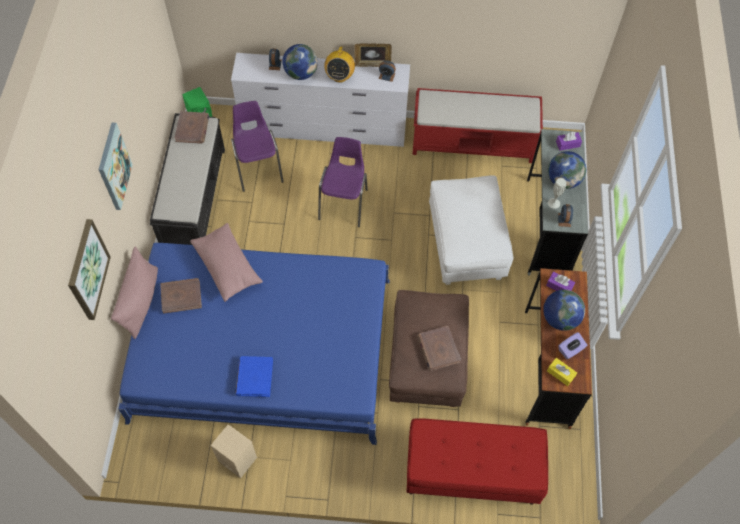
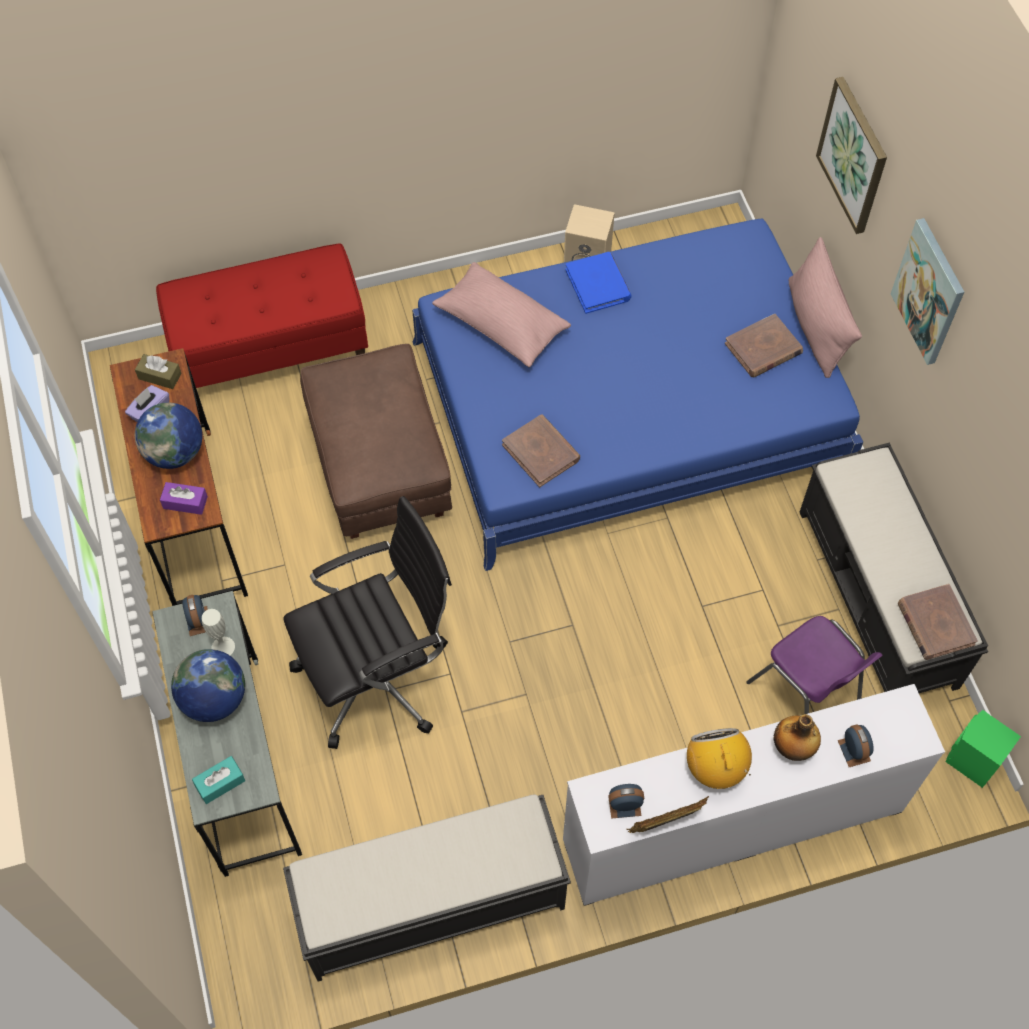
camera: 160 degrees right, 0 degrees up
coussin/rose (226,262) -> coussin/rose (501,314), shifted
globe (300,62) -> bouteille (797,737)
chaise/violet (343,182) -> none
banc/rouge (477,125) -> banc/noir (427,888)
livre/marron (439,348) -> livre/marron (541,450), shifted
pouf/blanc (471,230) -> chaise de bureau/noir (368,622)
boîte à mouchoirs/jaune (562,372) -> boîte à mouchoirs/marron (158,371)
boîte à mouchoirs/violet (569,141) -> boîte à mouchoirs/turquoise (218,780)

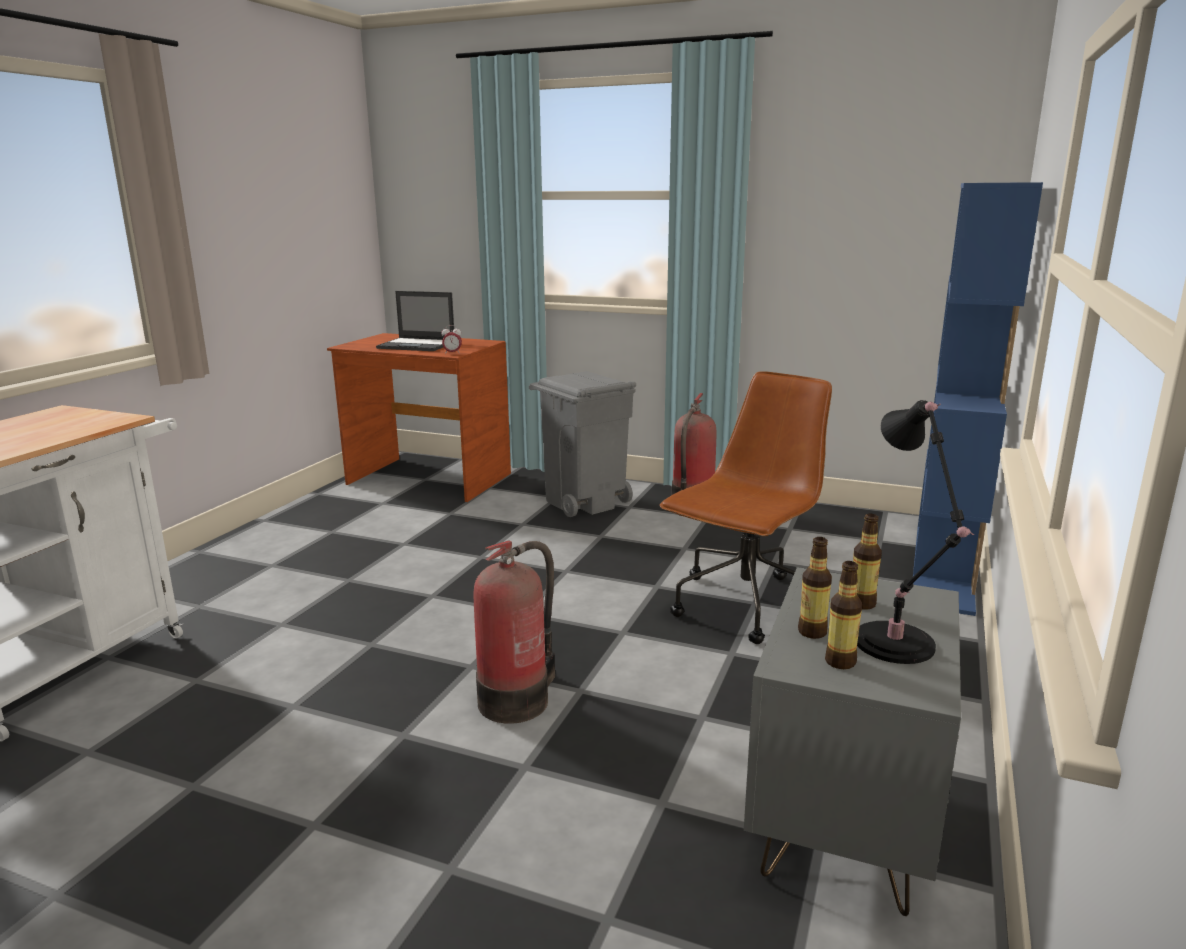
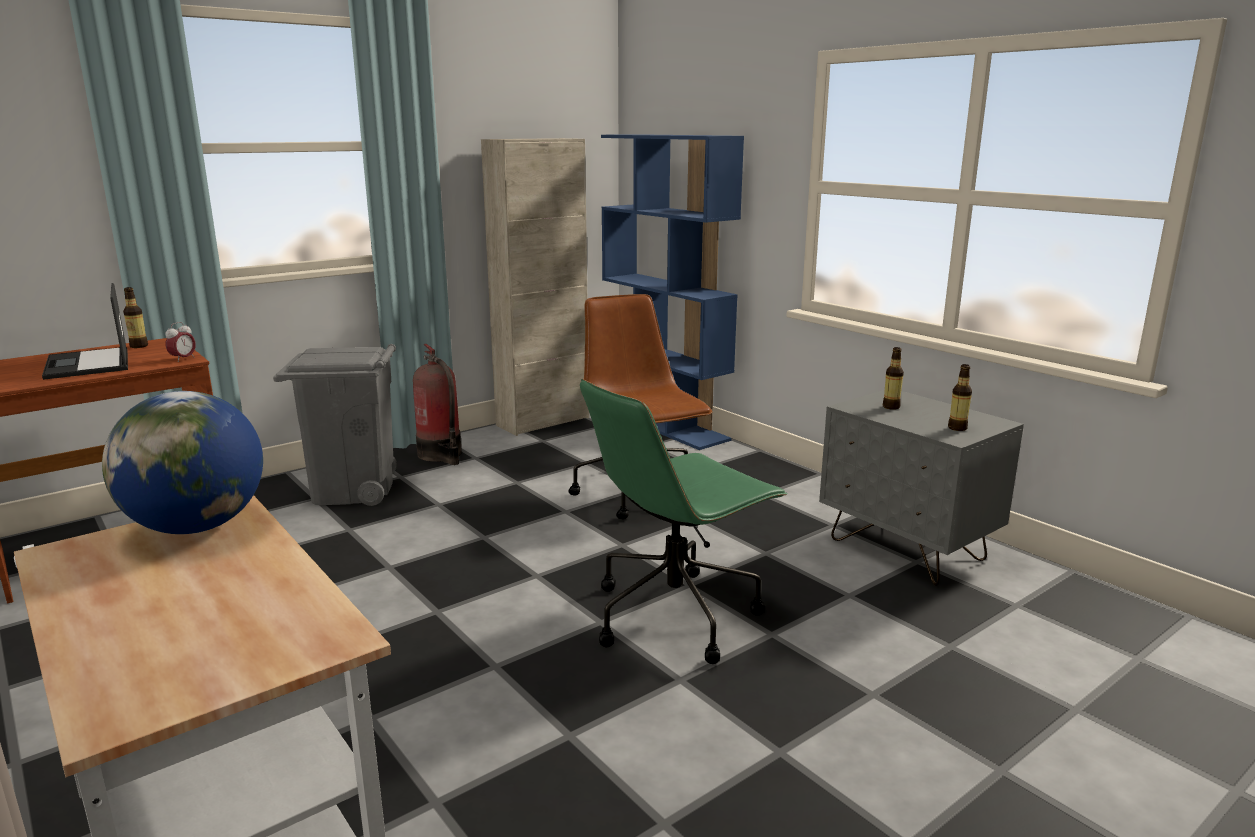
camera: 60 degrees left, 0 degrees up
ordinateur portable (415,321) -> ordinateur portable (85,331), 105 degrees clockwise
extincteur (514,632) -> chaise de bureau/vert (684,521)
bouteille (815,588) -> bouteille (135,317), shifted
lampe de table/noir (915,532) -> none
none -> globe (182,462)
none -> meuble de rangement/beige (535,287)

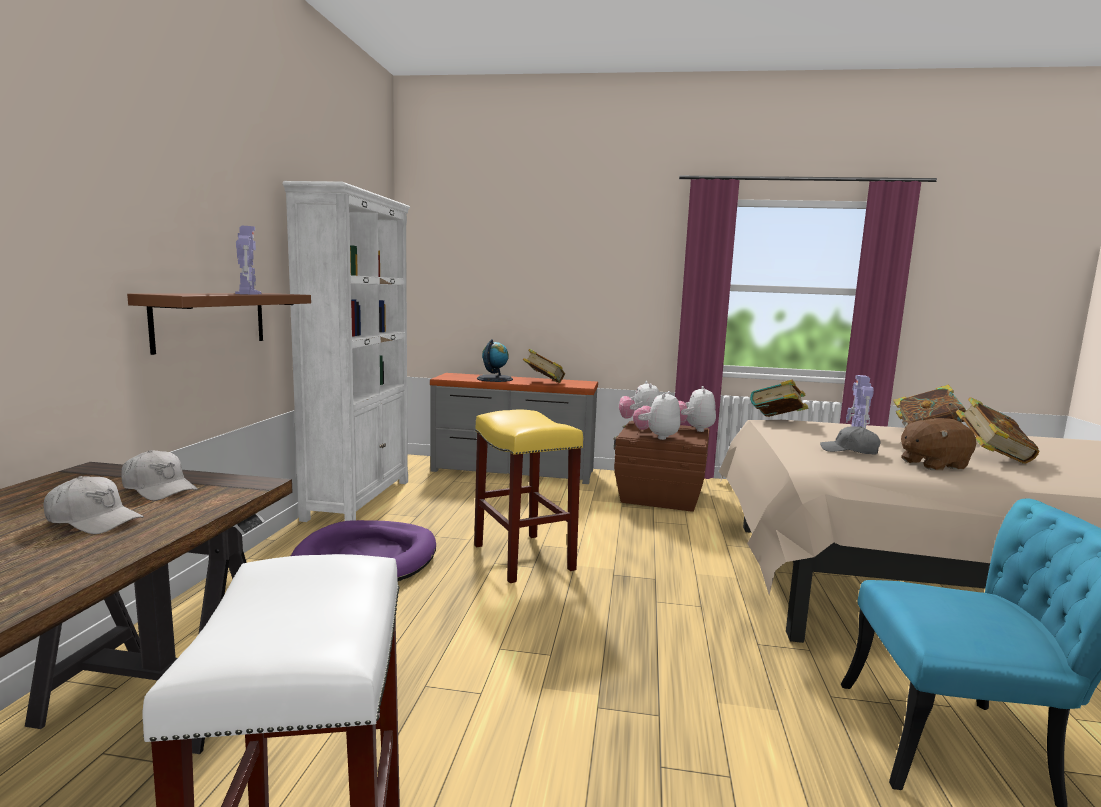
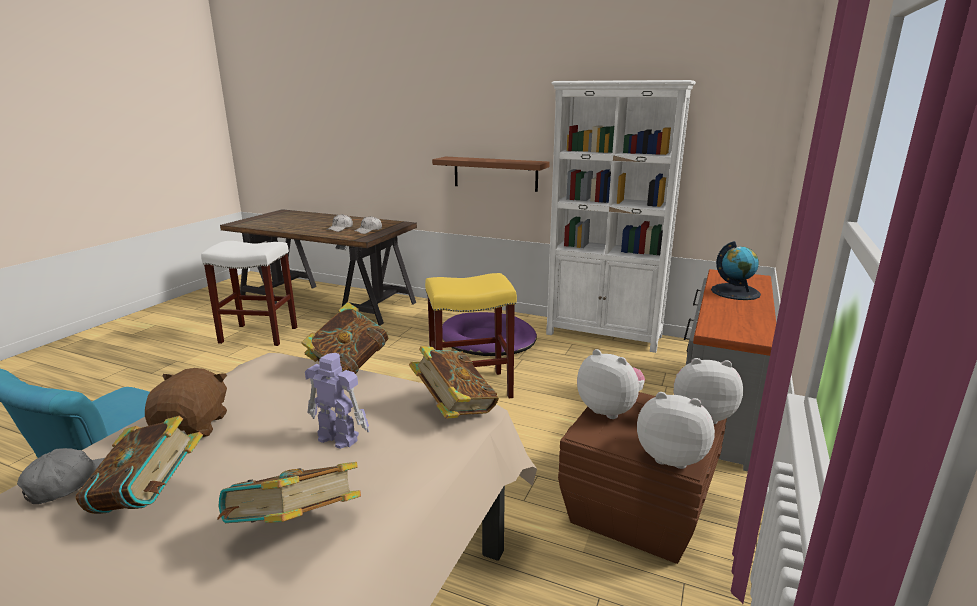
camera: 105 degrees right, 10 degrees up
robot jouet (248,260) -> none
livre (544,366) -> livre (344,338), shifted
casquette/gris (850,440) -> casquette/gris (61,476), shifted

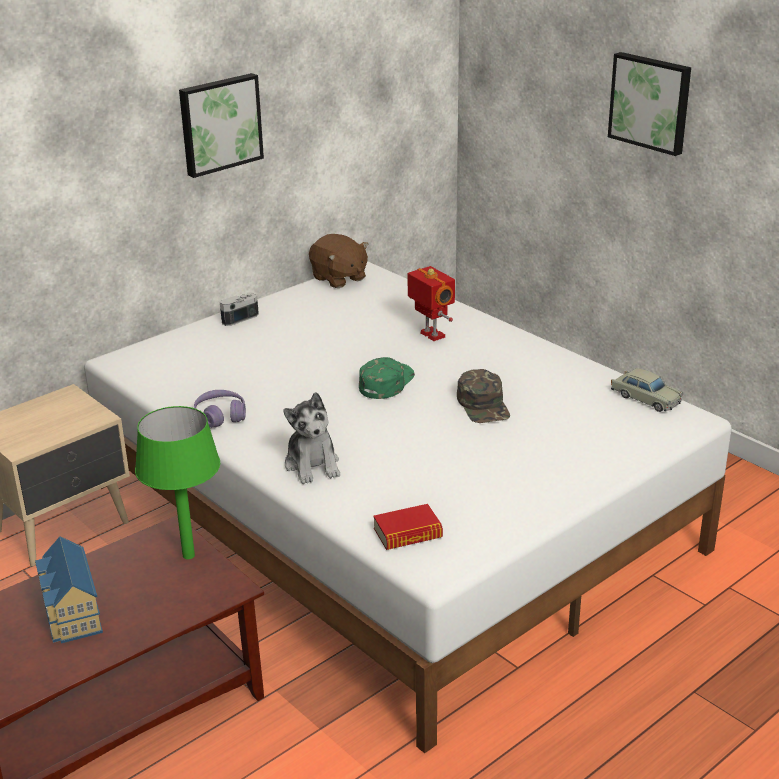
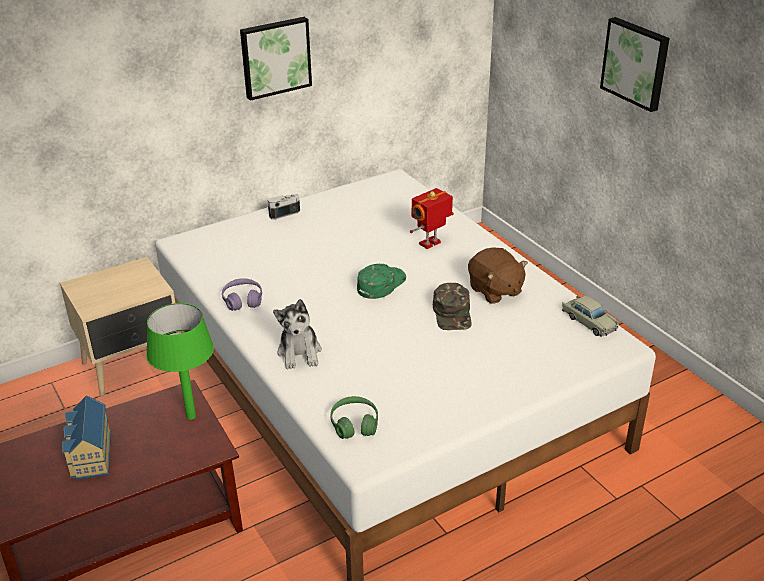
camera: 10 degrees right, 5 degrees up
peluche/marron (339,261) -> peluche/marron (498,276), shifted
livre (408,527) -> casque audio/vert (354,417)
robot jouet (431,303) -> robot jouet (432,218), 105 degrees counterclockwise

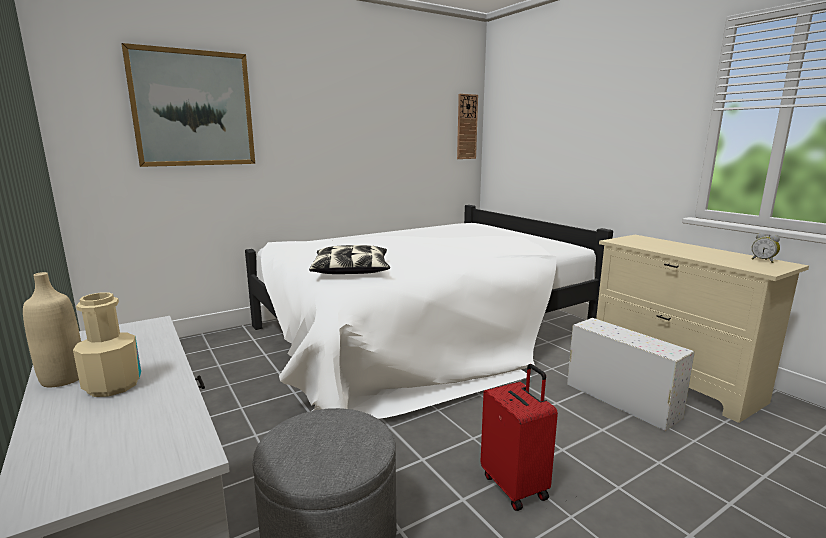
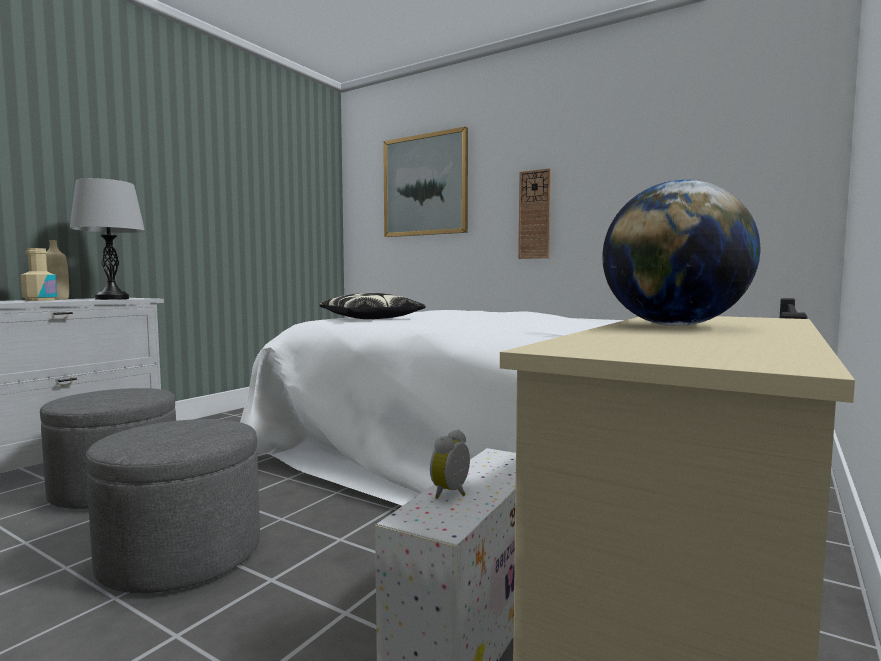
camera: 65 degrees right, 10 degrees down
horloge murale (467,126) -> horloge murale (534,213), shifted
valise/rouge (519,437) -> pouf/gris (173,506)
réveil (766,248) -> réveil (450,464), shifted
none -> lampe de table/gris (107,239)
none -> globe (681,253)

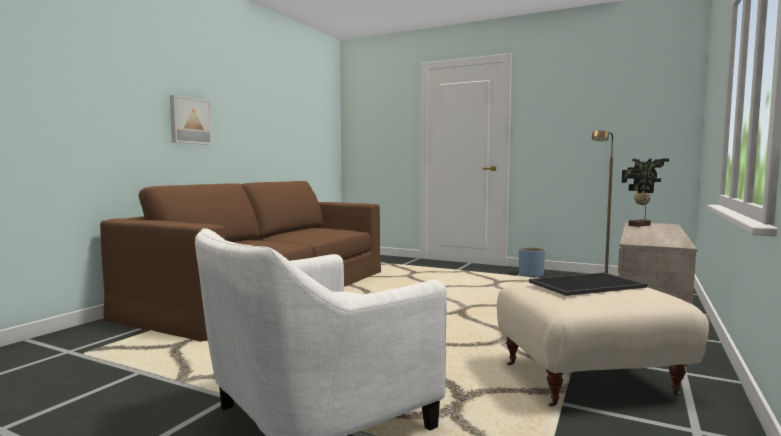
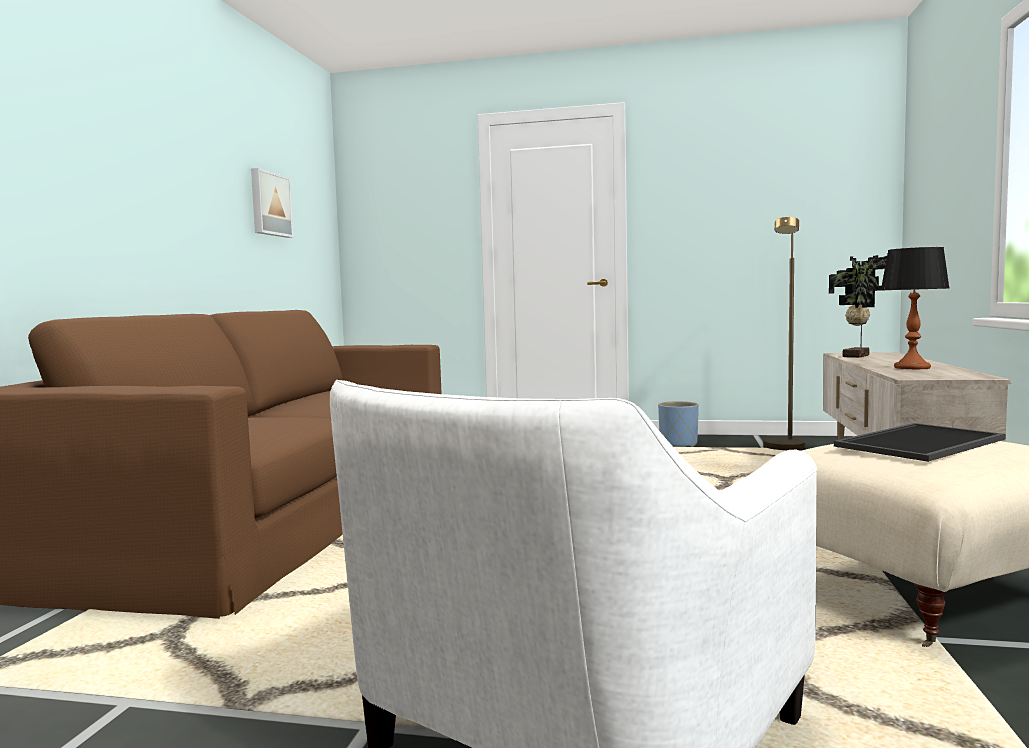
camera: 15 degrees left, 0 degrees up
tableau (191,120) -> tableau (272,203), shifted
none -> lampe de table (915,308)

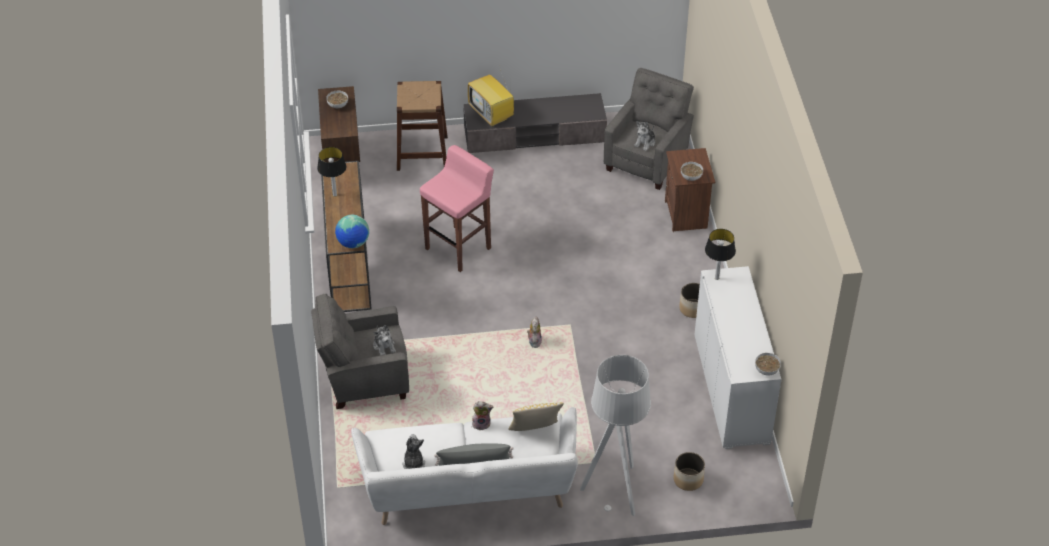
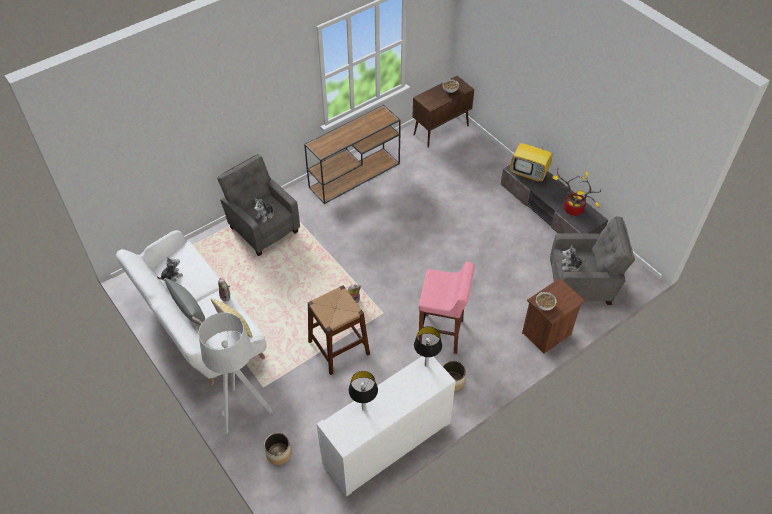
camera: 60 degrees right, 5 degrees up
lampe de table (331,172) -> lampe de table (363,391), shifted
globe (352,231) -> none
tabouret/marron (422,126) -> tabouret/marron (339,330), shifted
tabouret/rose (457,208) -> tabouret/rose (446,308), shifted
téléviseur (491,98) -> téléviseur (531,159), 90 degrees counterclockwise
bol (768,364) -> none
none -> plante en pot (576,193)

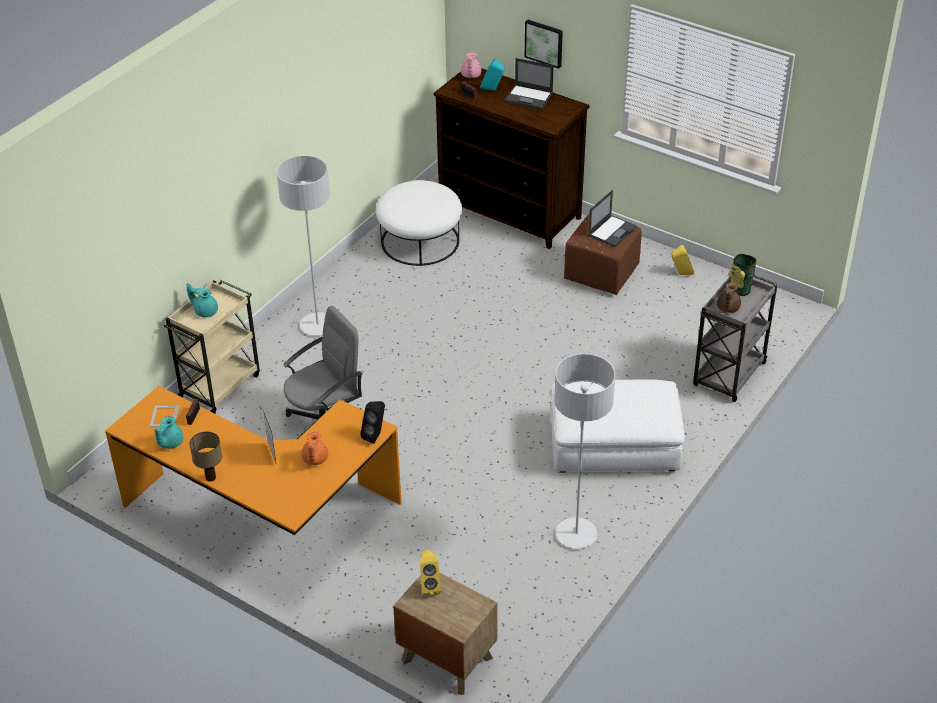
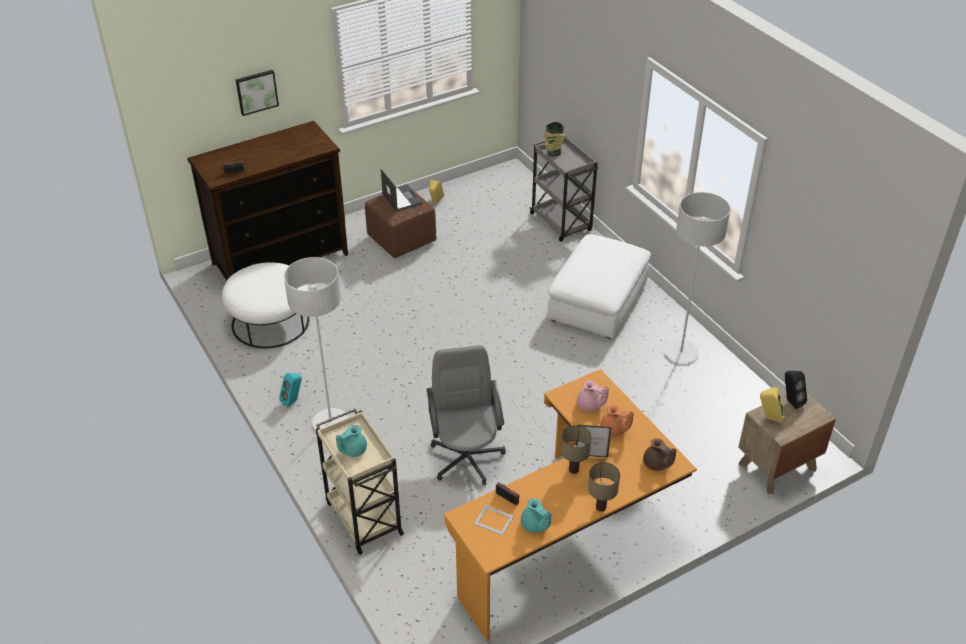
camera: 65 degrees left, 0 degrees up
enceinte/noir (372,422) -> enceinte/noir (796,390), shifted
théière/rose (471,65) -> théière/rose (593,395), shifted
enceinte/turquoise (492,75) -> enceinte/turquoise (290,390), shifted
ordinateur portable (529,83) -> none
théière/marron (729,298) -> théière/marron (659,454), shifted
none -> lampe de table (576,450)

